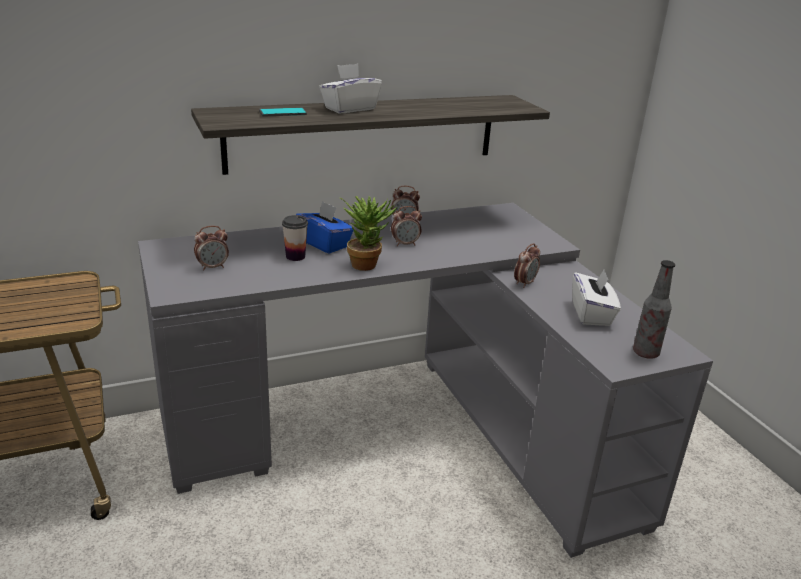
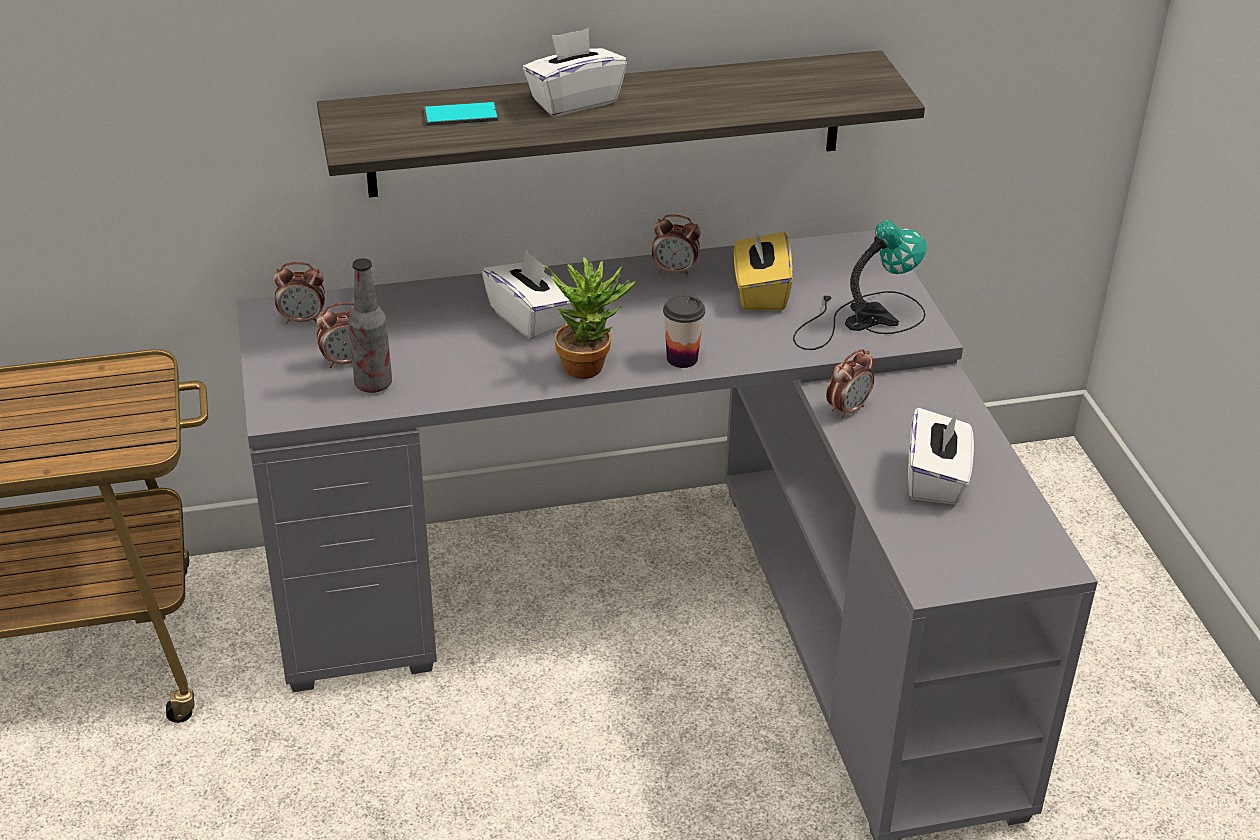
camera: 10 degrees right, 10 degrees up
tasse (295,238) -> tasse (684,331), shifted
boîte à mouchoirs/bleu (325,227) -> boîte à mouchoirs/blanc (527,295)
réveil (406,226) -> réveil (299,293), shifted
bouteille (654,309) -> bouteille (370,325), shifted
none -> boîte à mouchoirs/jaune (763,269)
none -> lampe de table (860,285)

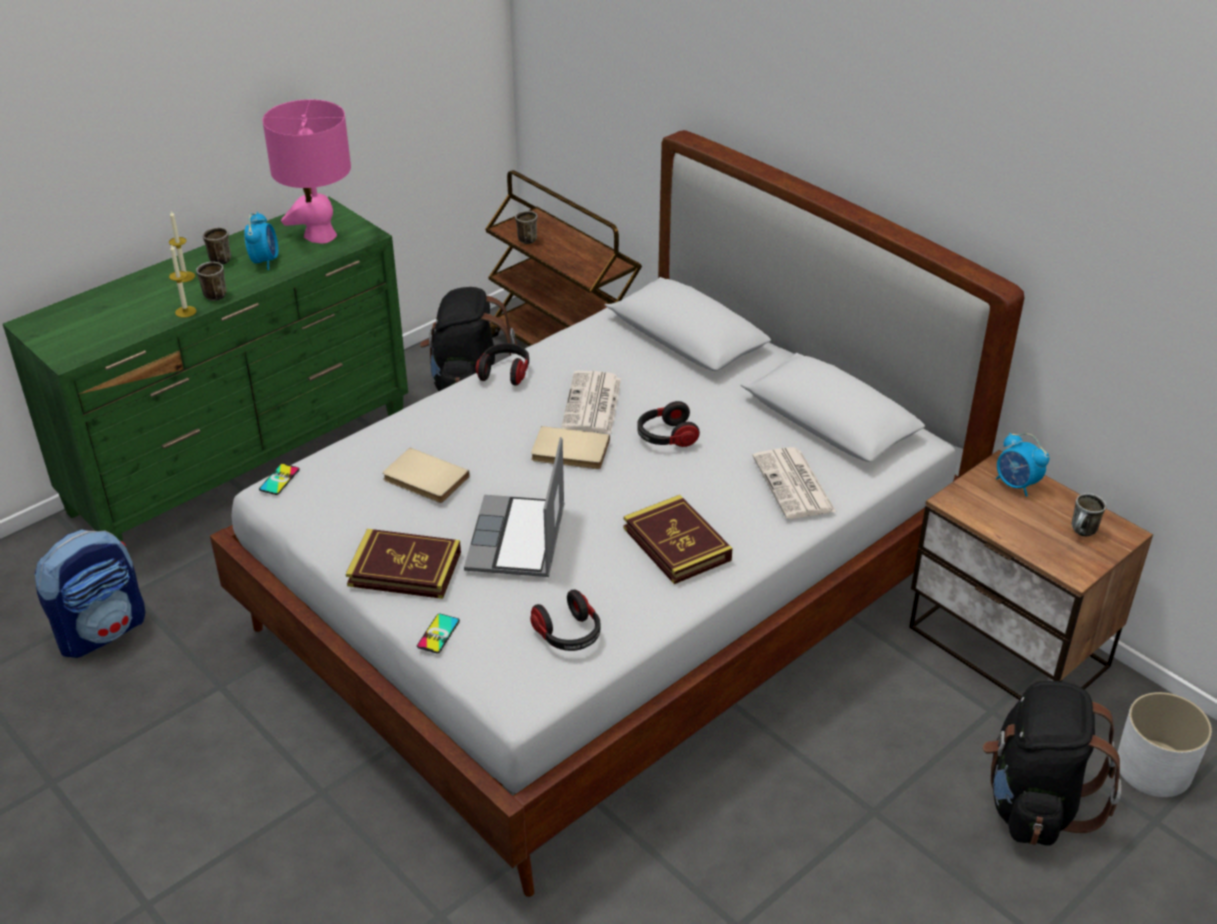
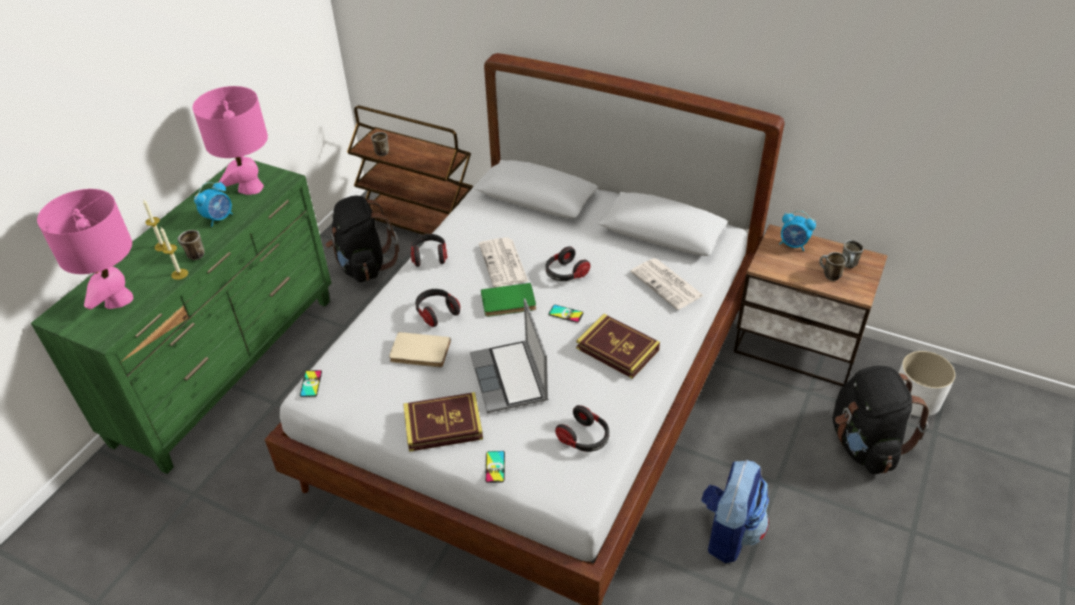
camera: 20 degrees left, 5 degrees up
sac à dos (90,593) -> sac à dos (735,511), shifted
mug (216,246) -> mug (833,266), shifted
réveil (261,241) -> réveil (213,204), 60 degrees clockwise
livre/beige (570,447) -> livre/vert (508,300)
none -> lampe de table/rose (85,249)
none -> casque audio (437,308)
none -> téléphone (566,314)

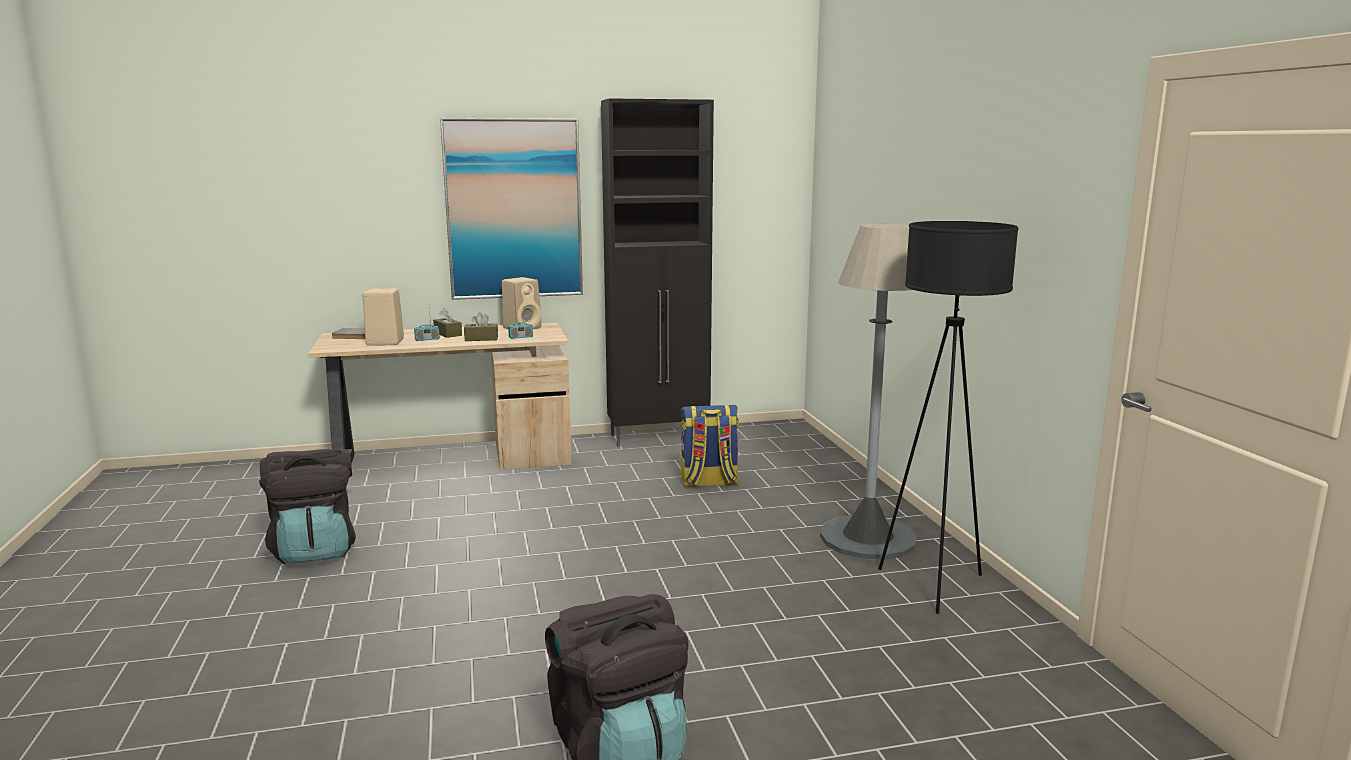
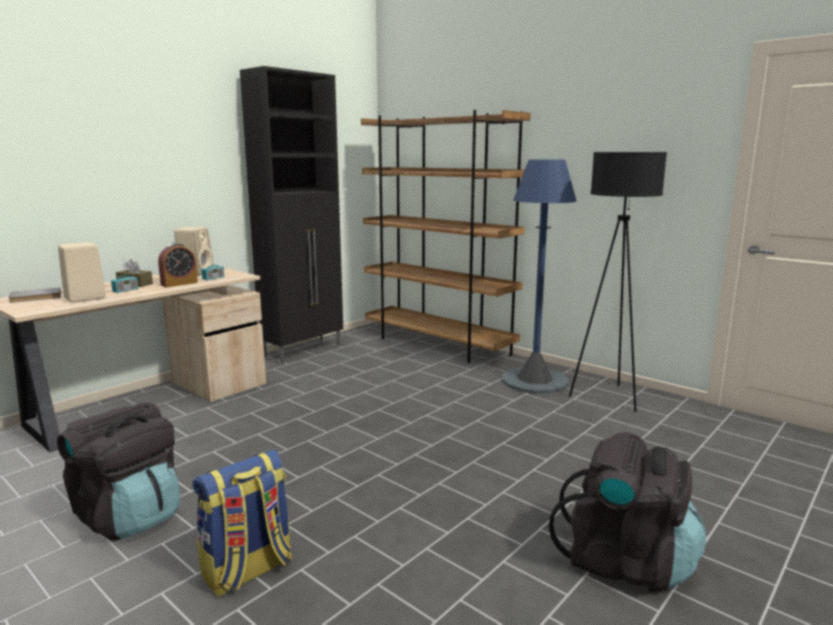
camera: 35 degrees left, 0 degrees up
tableau (511,209) -> none
boîte à mouchoirs/marron (481,326) -> réveil (178,265)
sac à dos (710,446) -> sac à dos (243,523), shifted
lampadaire/gris (868,392) -> lampadaire/bleu (539,277)
none -> bibliothèque/marron (445,236)

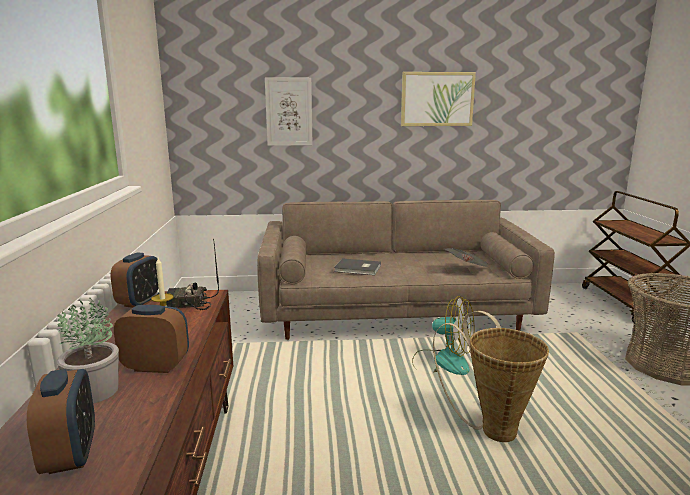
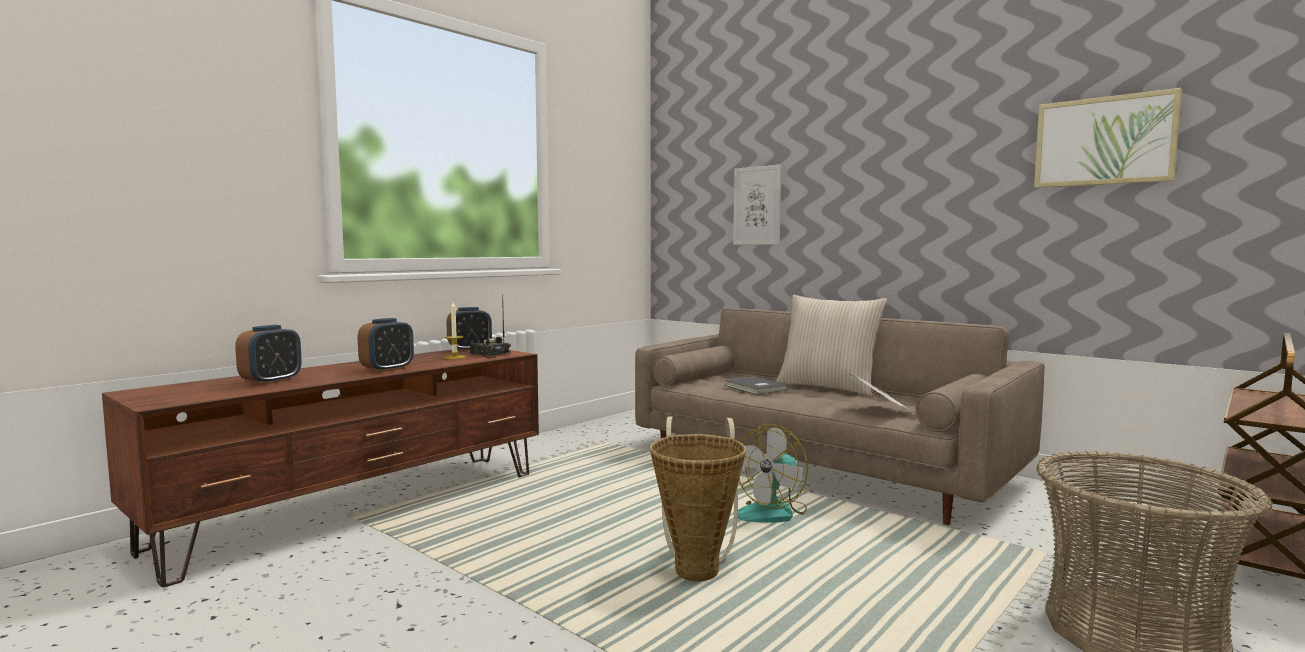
camera: 45 degrees right, 10 degrees down
plante en pot (88,350) -> none
réveil (151,339) -> réveil (386,345), 75 degrees clockwise
tableau (438,99) -> tableau (1108,138), shifted
ventilateur (443,335) -> ventilateur (773,473), 60 degrees clockwise
none -> coussin/beige (831,345)

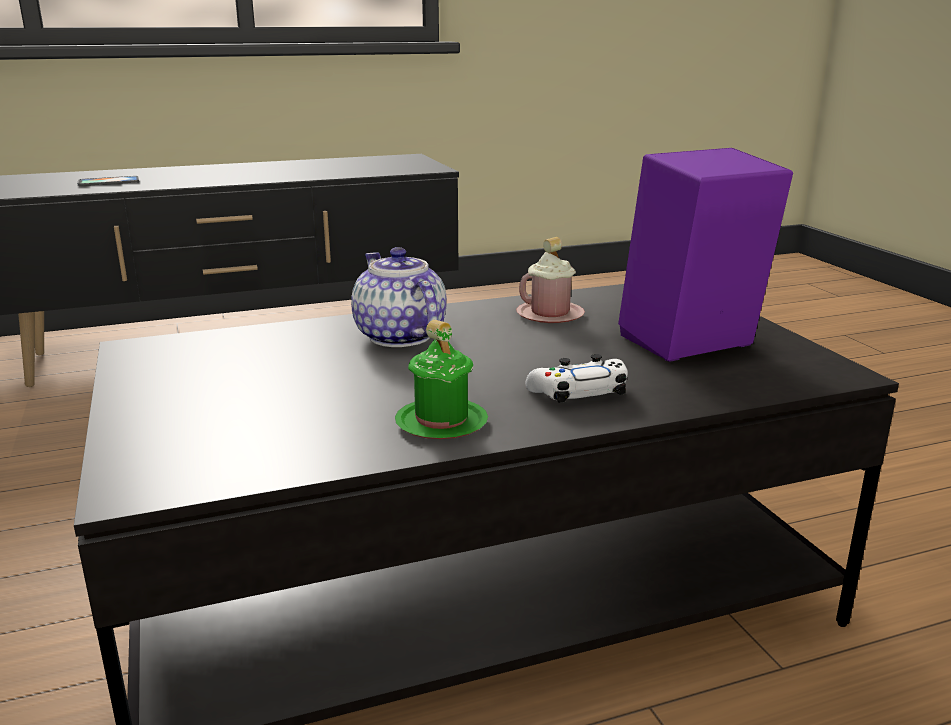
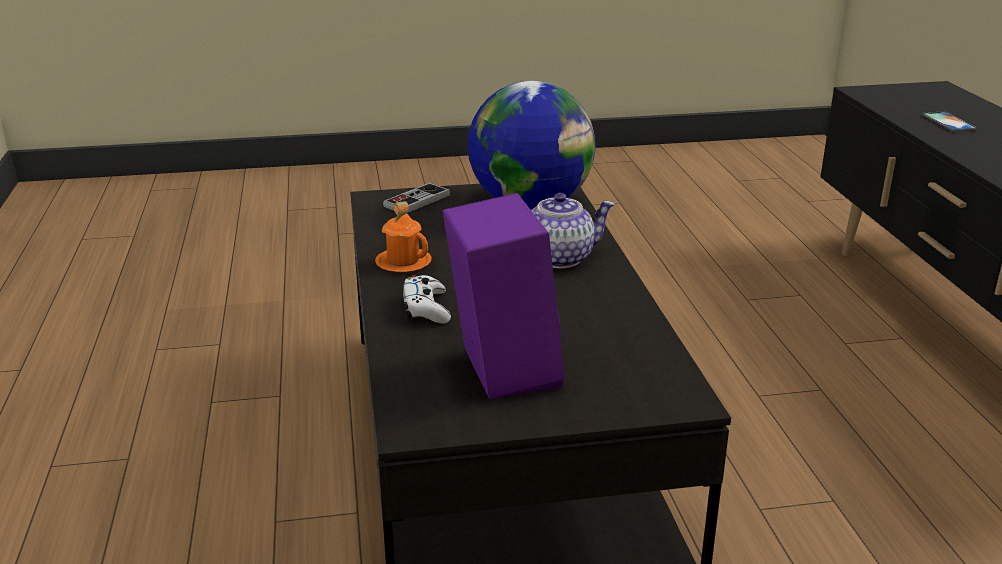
camera: 100 degrees right, 5 degrees up
mug/vert (441,379) -> mug/orange (403,236)
mug/rose (550,280) -> none
none -> manette (416,198)
none -> globe (532,145)

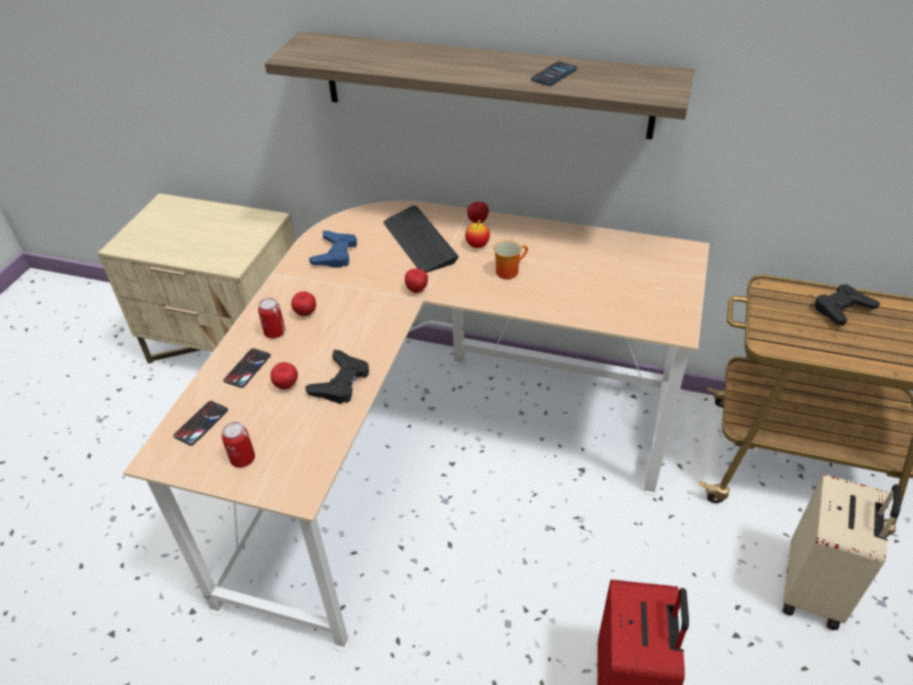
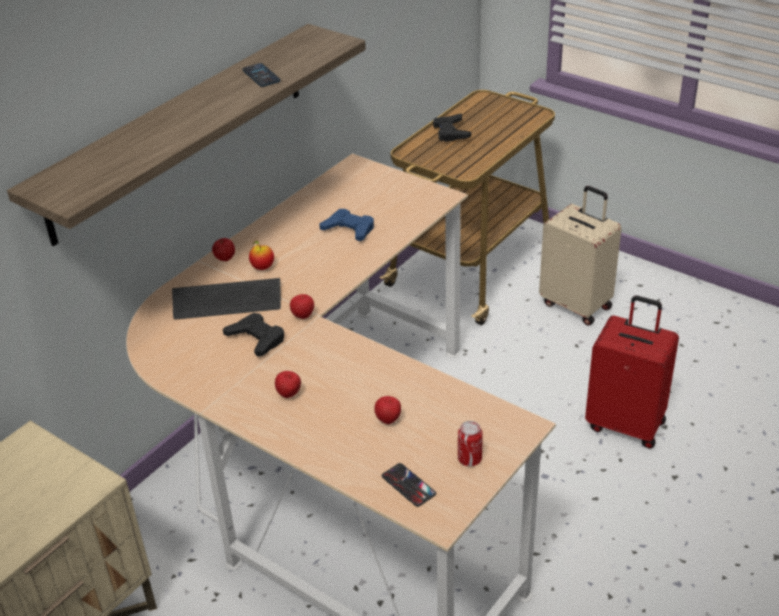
camera: 70 degrees left, 5 degrees down
téléphone (247,368) -> none
boîte métallique (271,318) -> none
manette/noir (337,377) -> manette/noir (253,335), shifted
manette/bleu (333,249) -> manette/bleu (347,225), shifted
mug (510,259) -> none

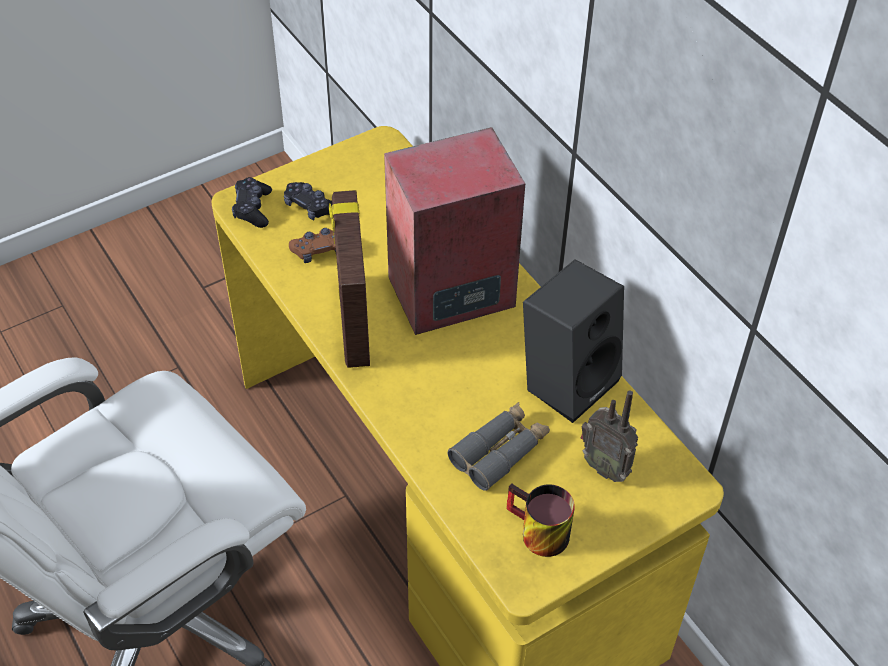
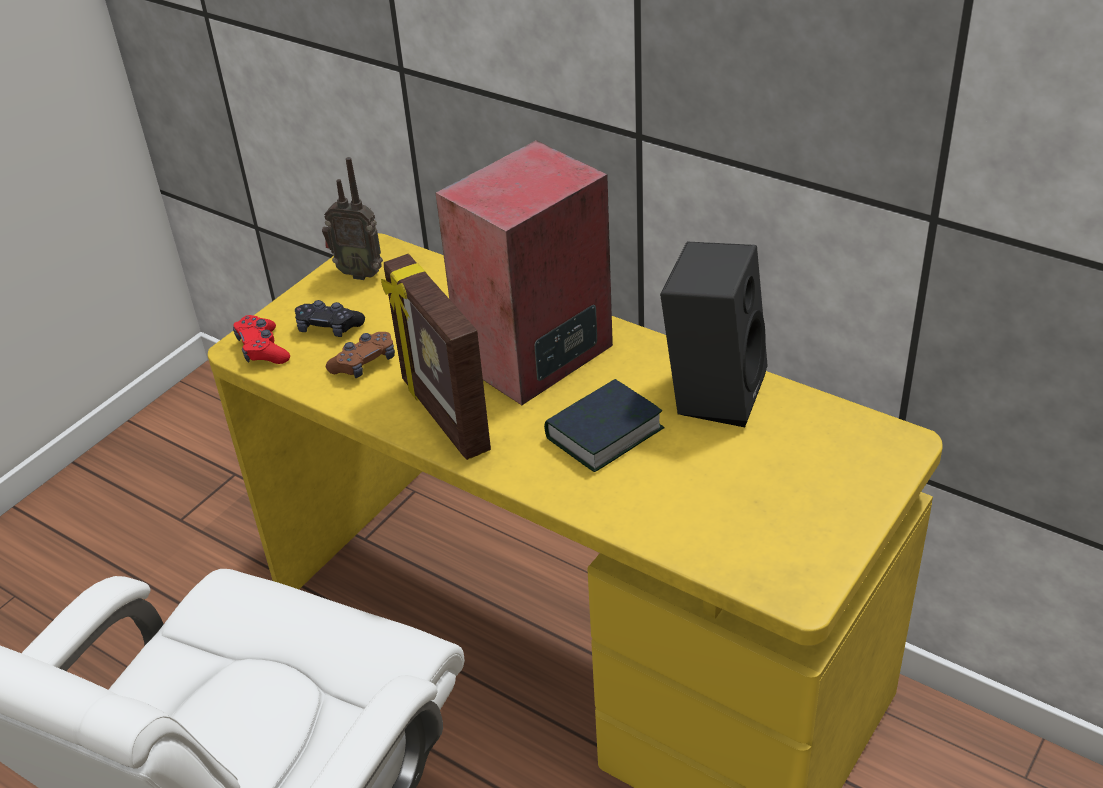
camera: 20 degrees left, 10 degrees down
manette/noir (252,202) -> manette/rouge (261,339)
jumelles/gris (499,446) -> none
mug (540,520) -> none
radio (609,436) -> radio (352,218), shifted
none -> livre (604,425)

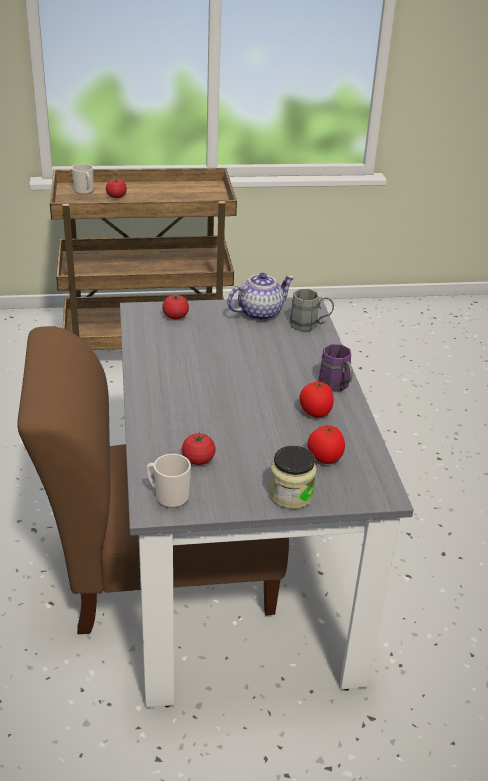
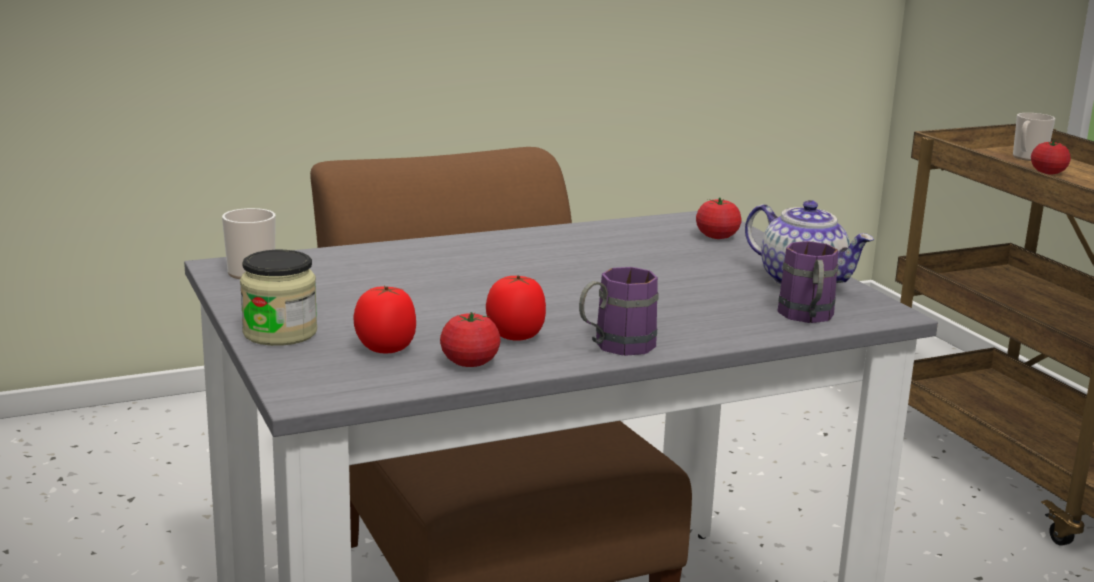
camera: 75 degrees right, 15 degrees down
tomate (199,448) -> tomate (470,339), shifted
mug/gris (312,310) -> mug/violet (808,282)

